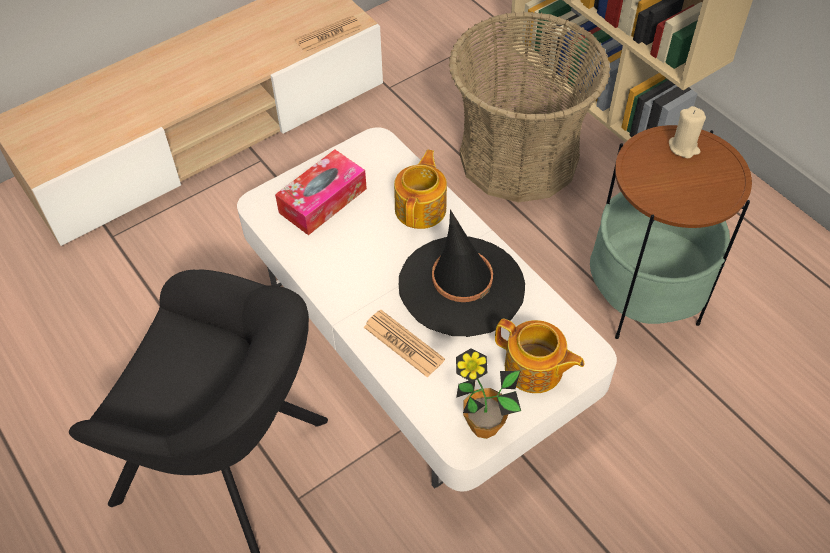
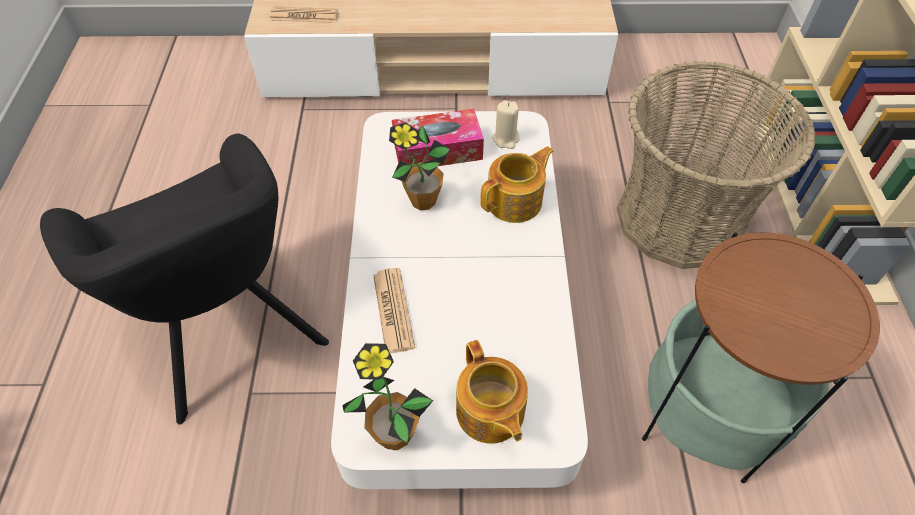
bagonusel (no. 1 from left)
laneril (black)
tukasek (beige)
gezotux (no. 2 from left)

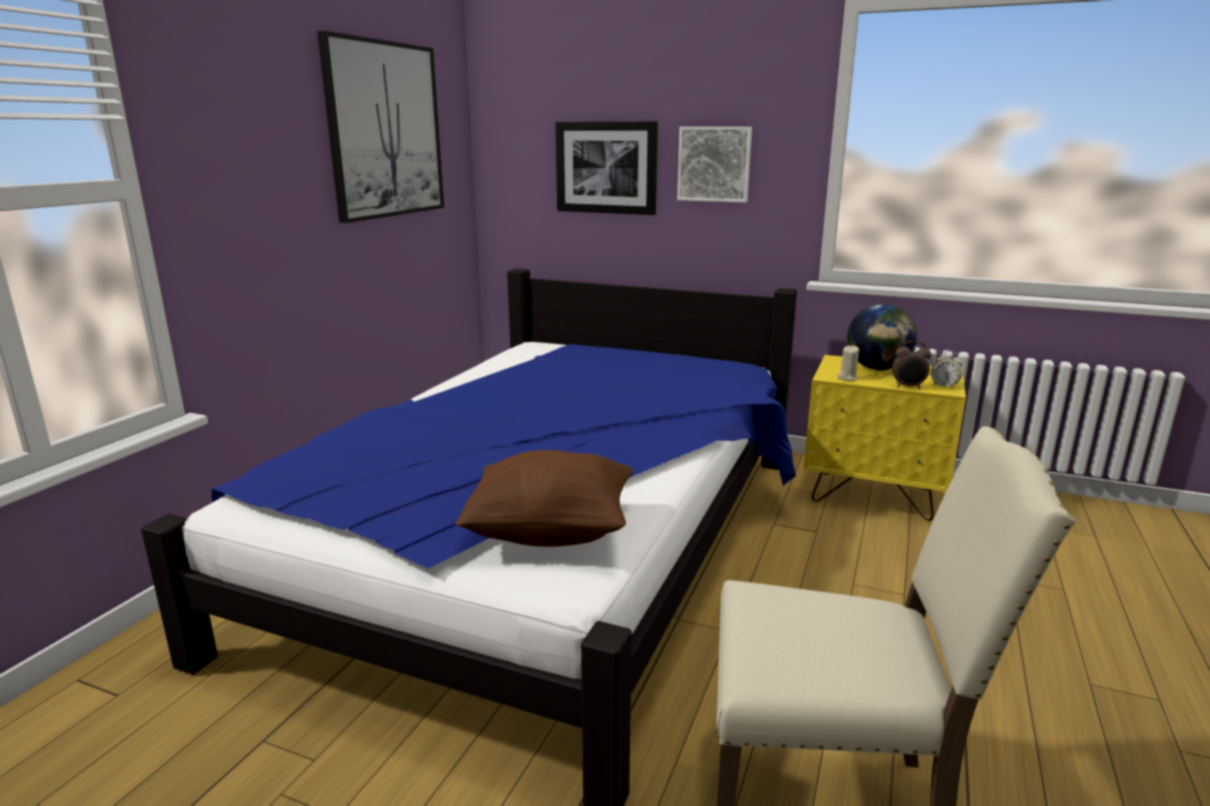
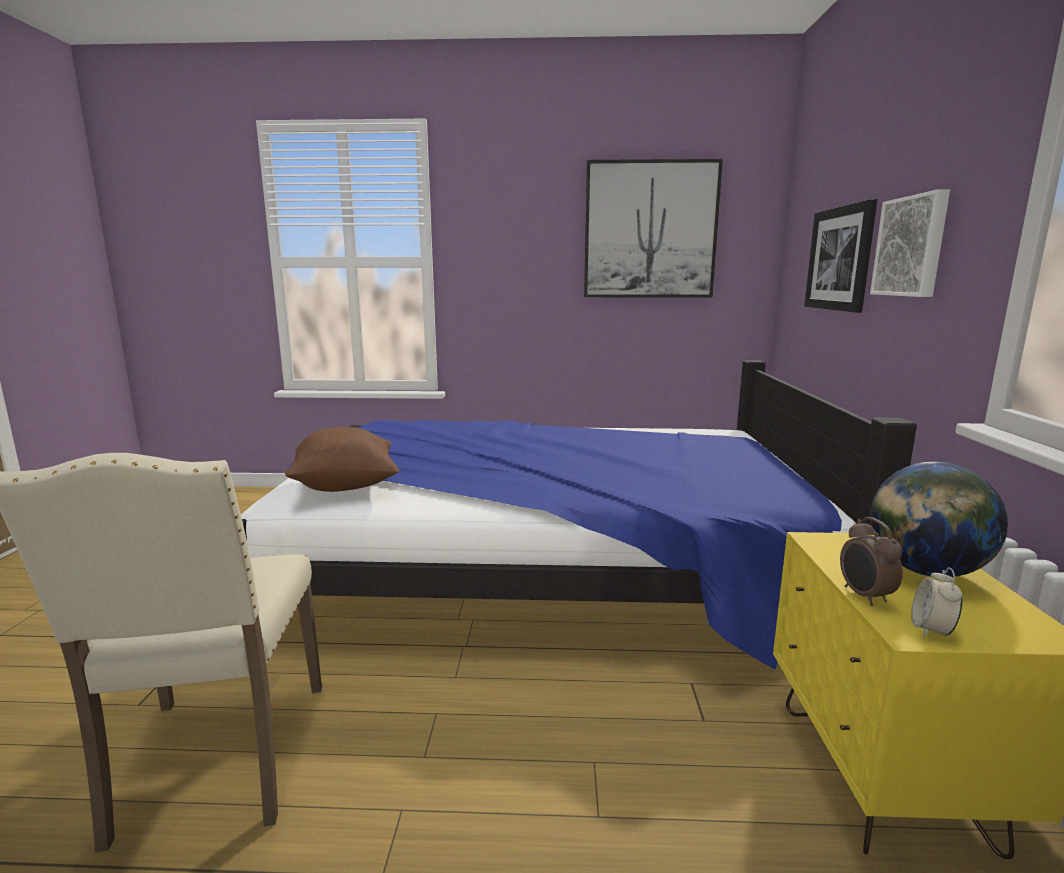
tukasek (beige)

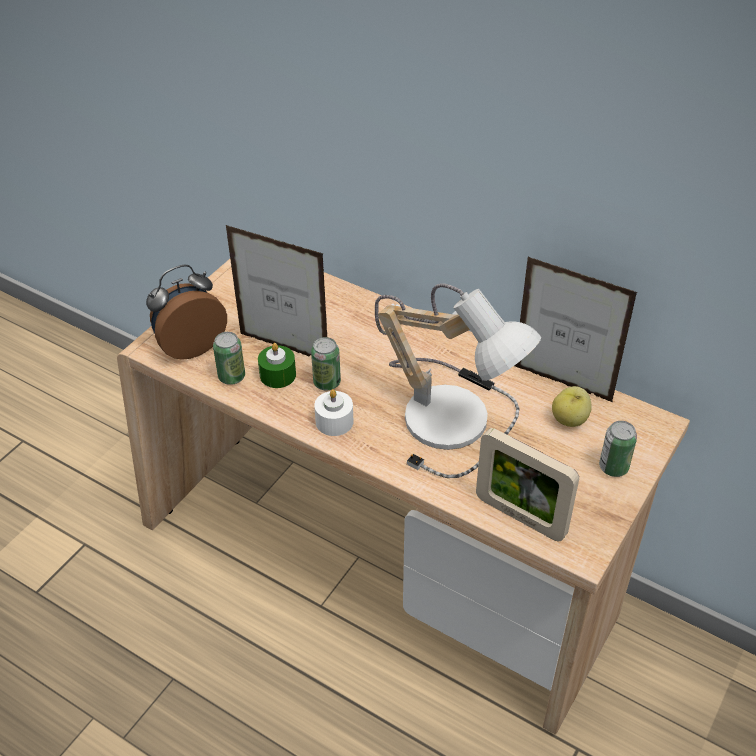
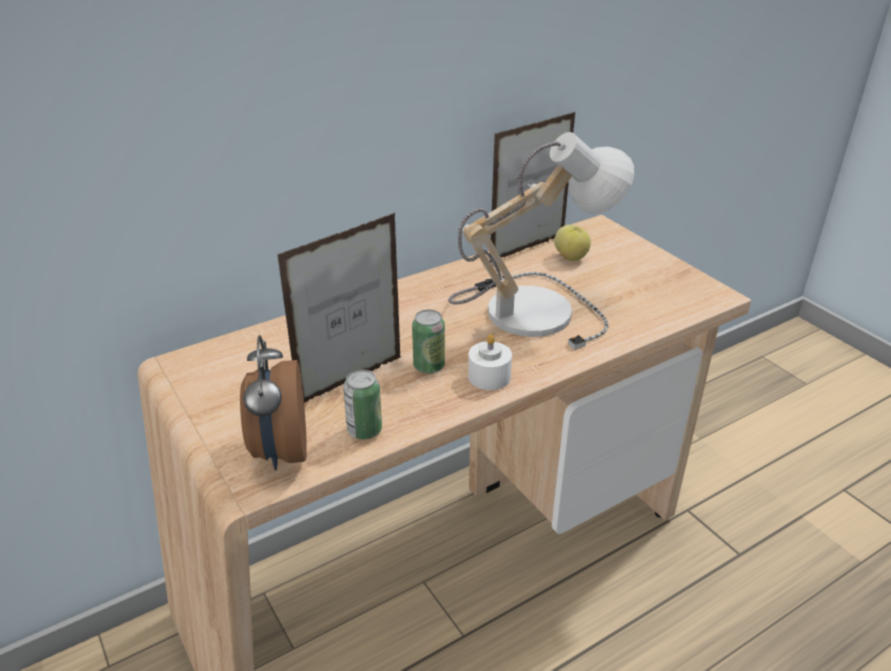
tukasek (green)
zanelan (no. 2 from left in the first image)
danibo (no. 3 from left in the first image)

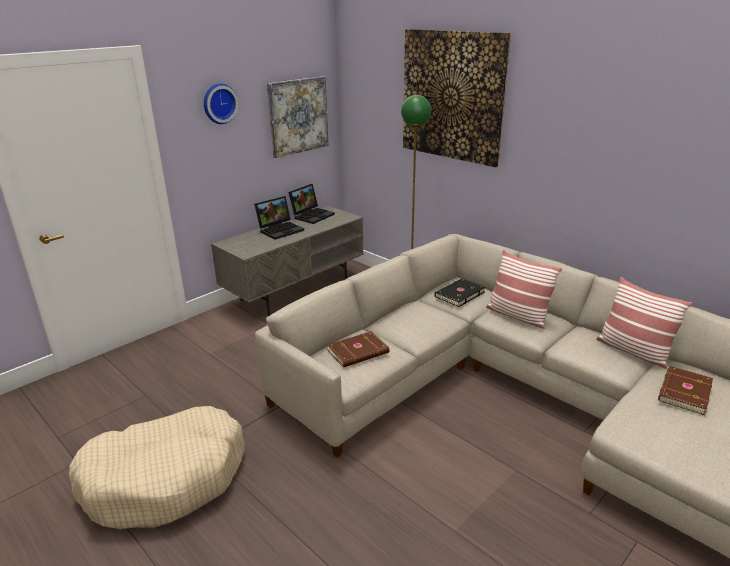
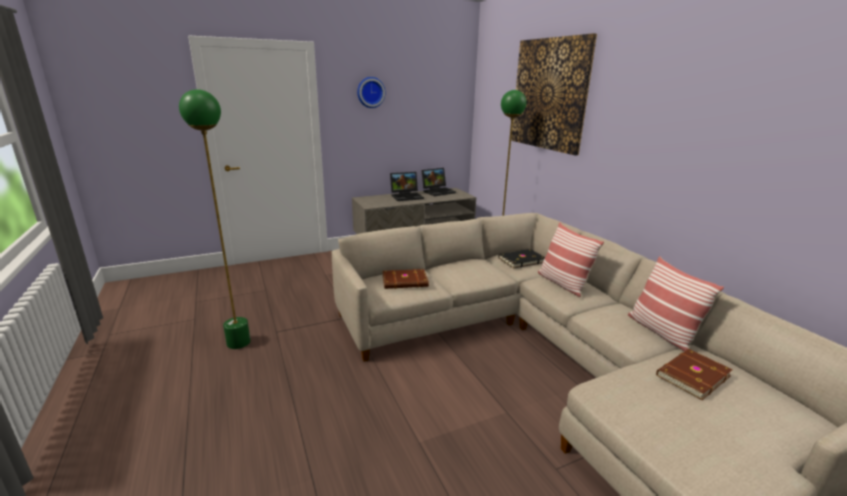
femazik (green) (no. 1 from left)
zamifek (no. 1 from left in the first image)

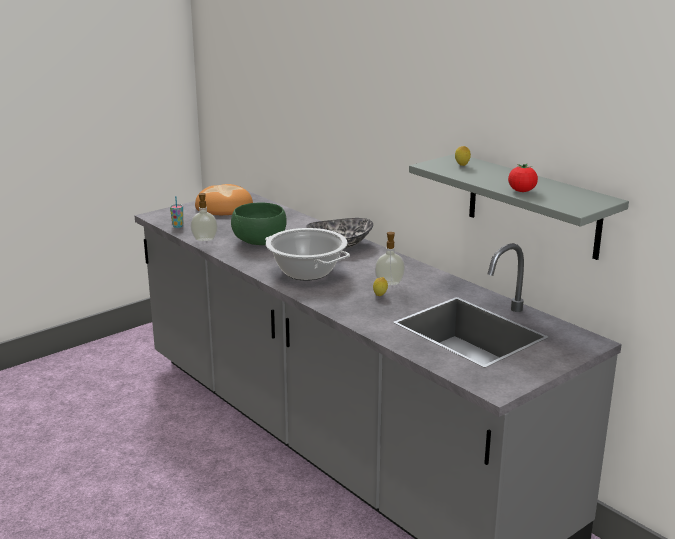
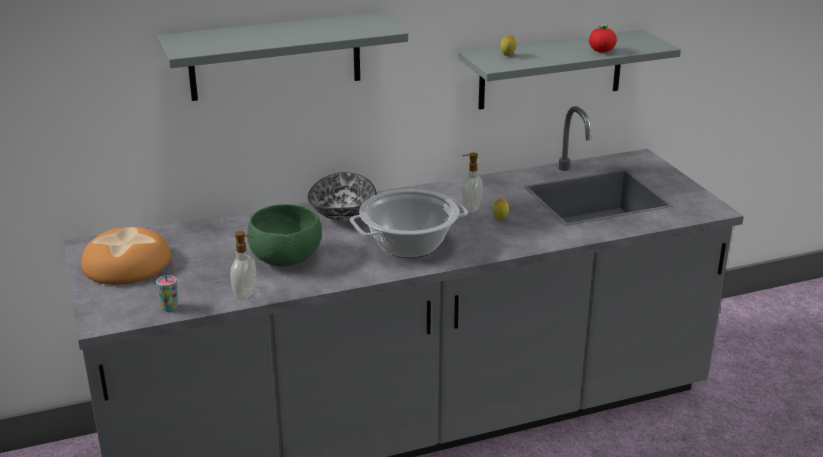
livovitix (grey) (no. 1 from left)

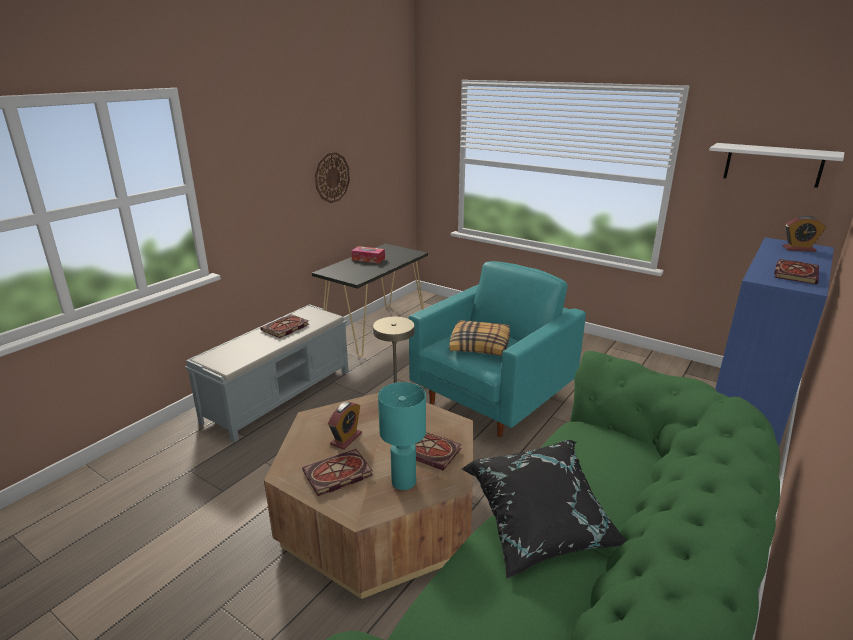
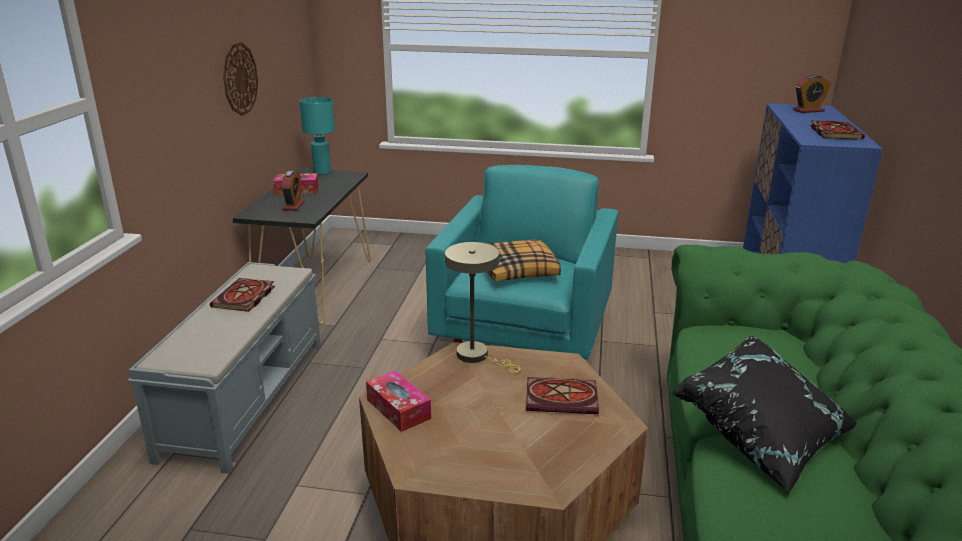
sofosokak (no. 2 from left in the first image)
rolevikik (no. 1 from left)
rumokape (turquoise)
livovitix (white)
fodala (no. 2 from left)

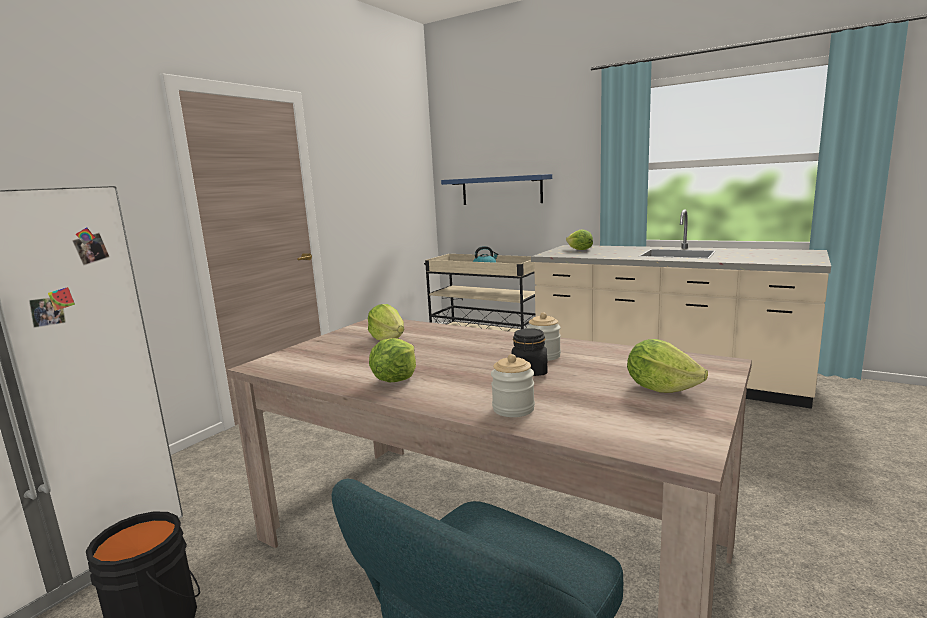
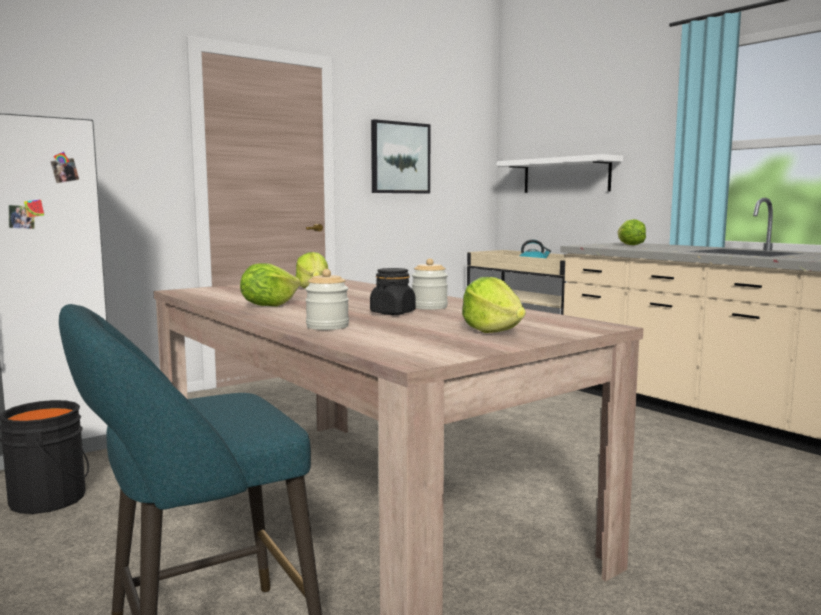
livovitix (white)
zamifek

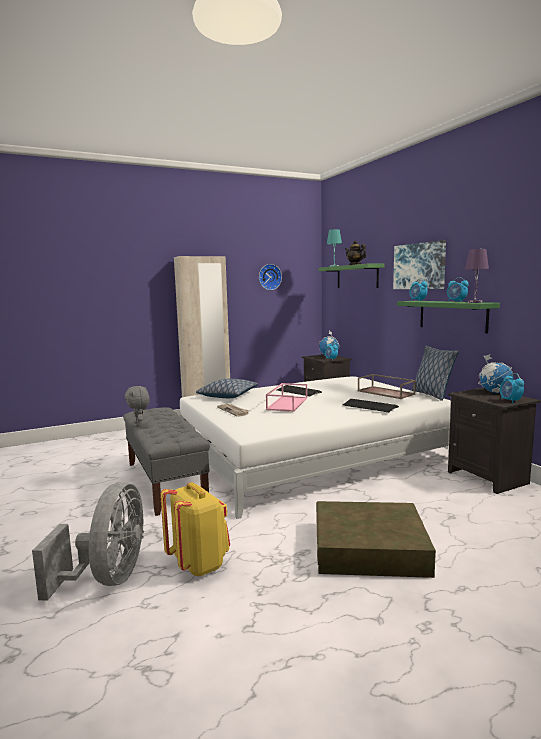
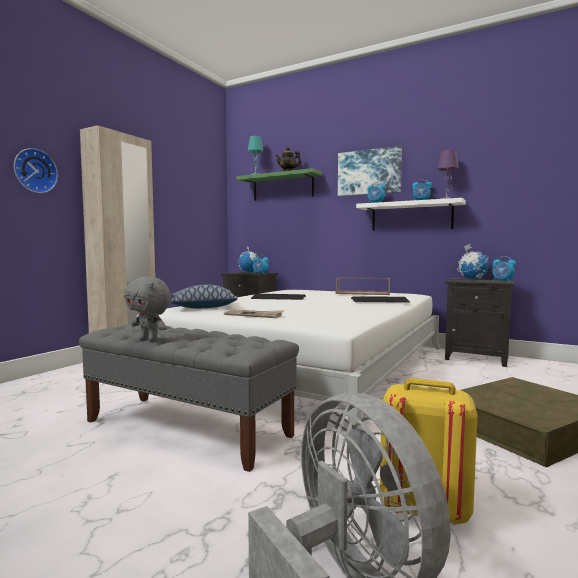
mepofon
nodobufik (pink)
livovitix (white)
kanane (no. 2 from left in the first image)

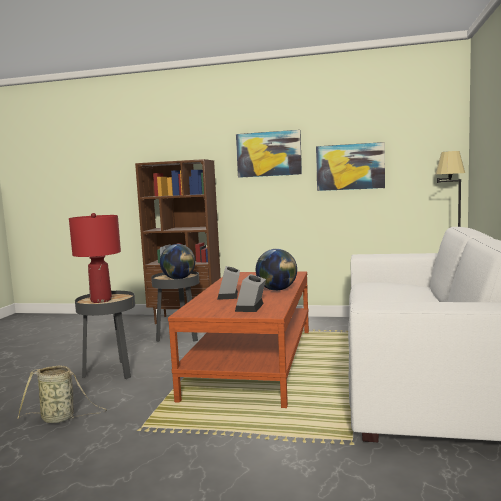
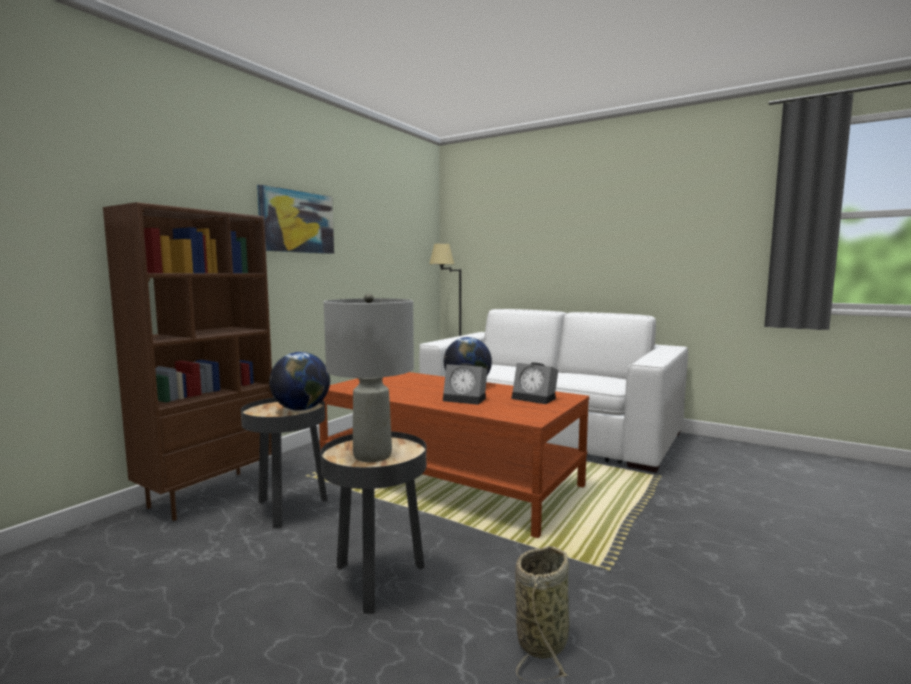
rumokape (grey)
zamifek (no. 2 from left in the first image)

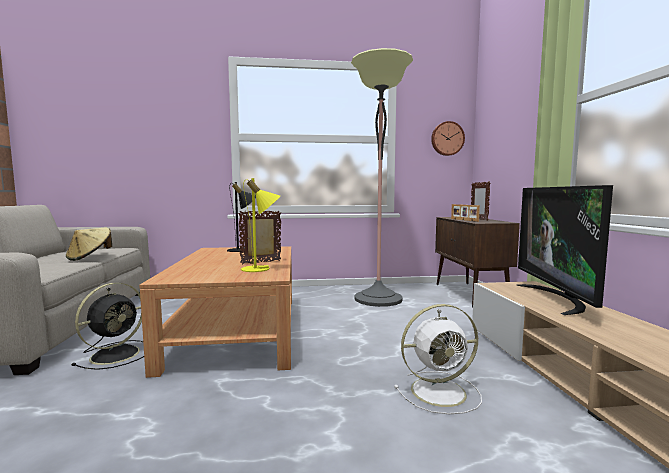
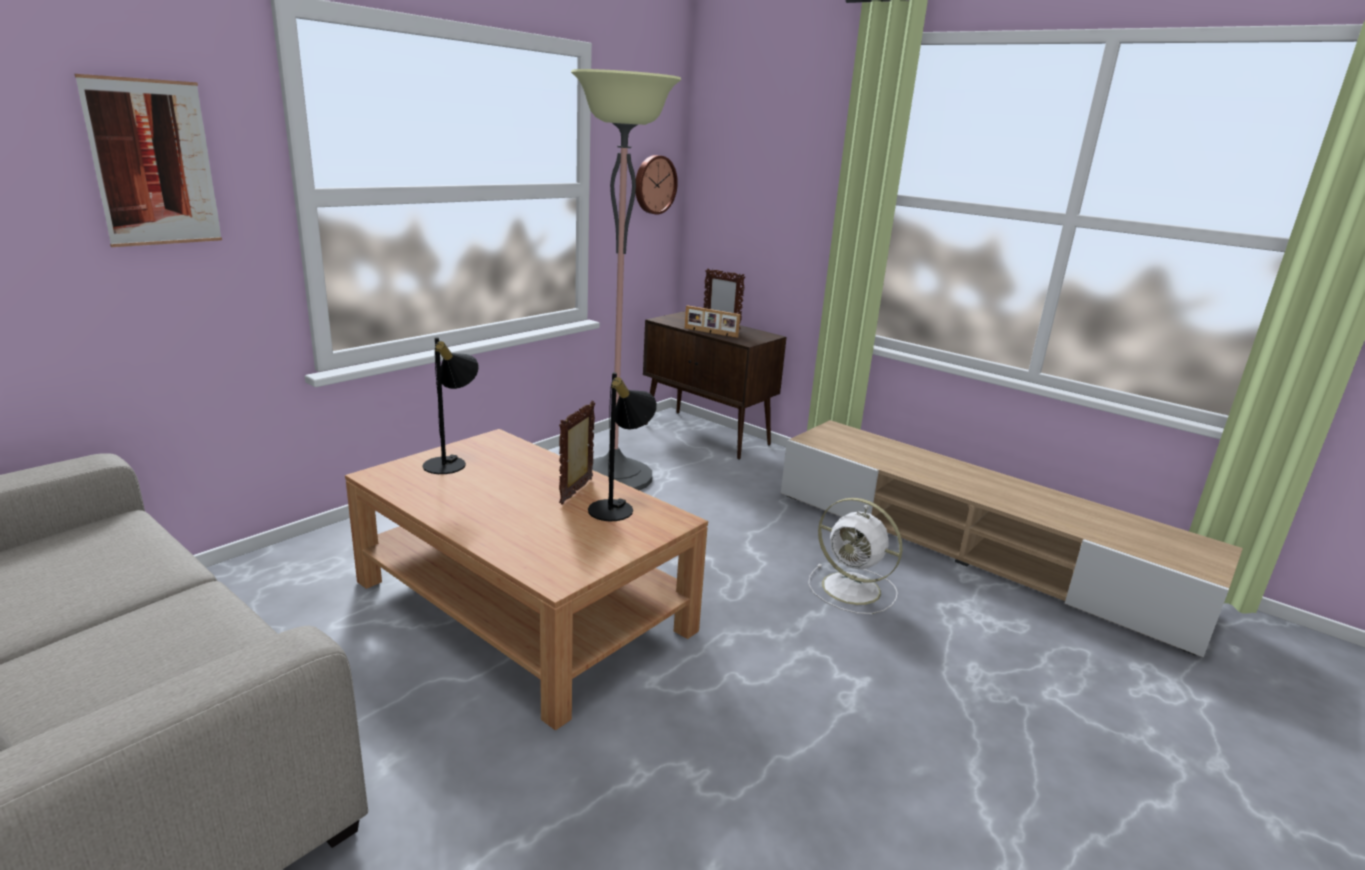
laneril (beige)
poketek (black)
rumokape (black) (no. 2 from left)
poketek (white)
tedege
zamifek

